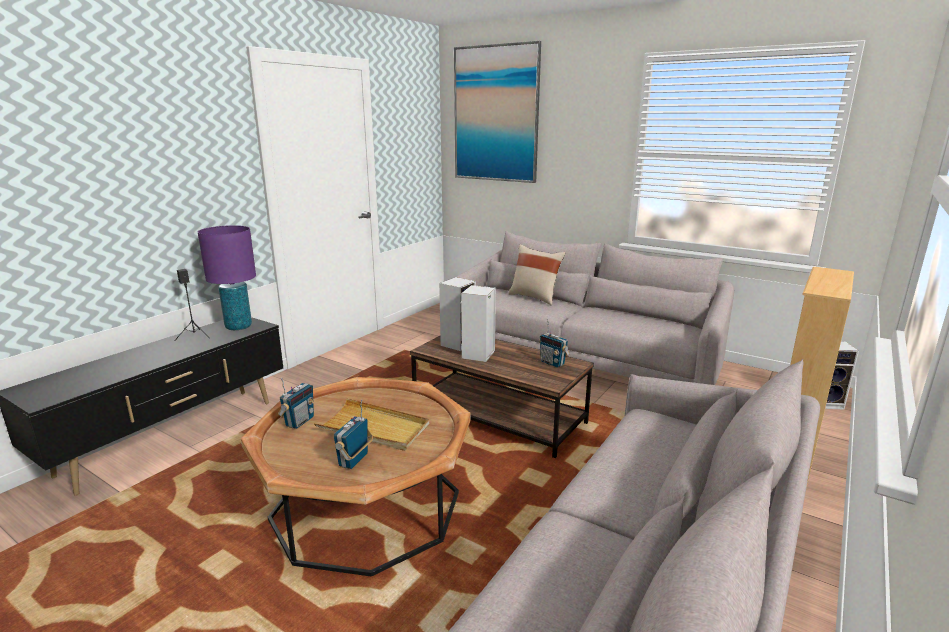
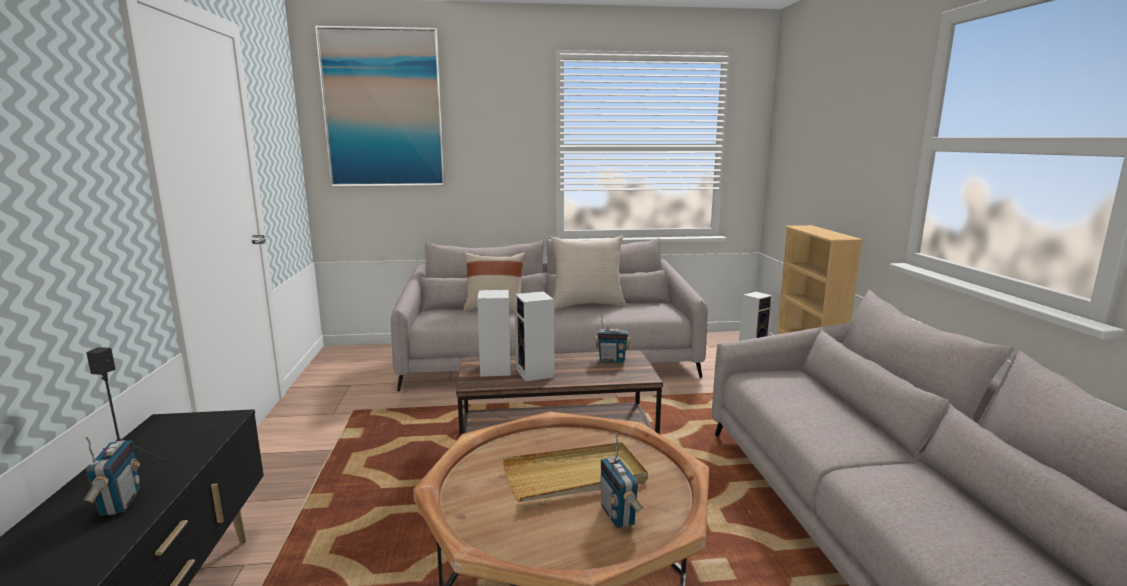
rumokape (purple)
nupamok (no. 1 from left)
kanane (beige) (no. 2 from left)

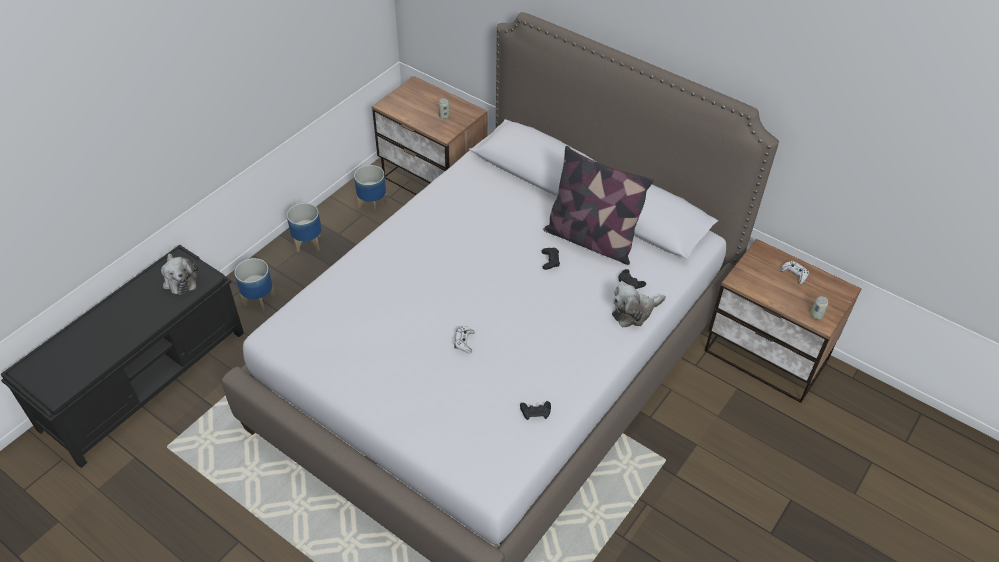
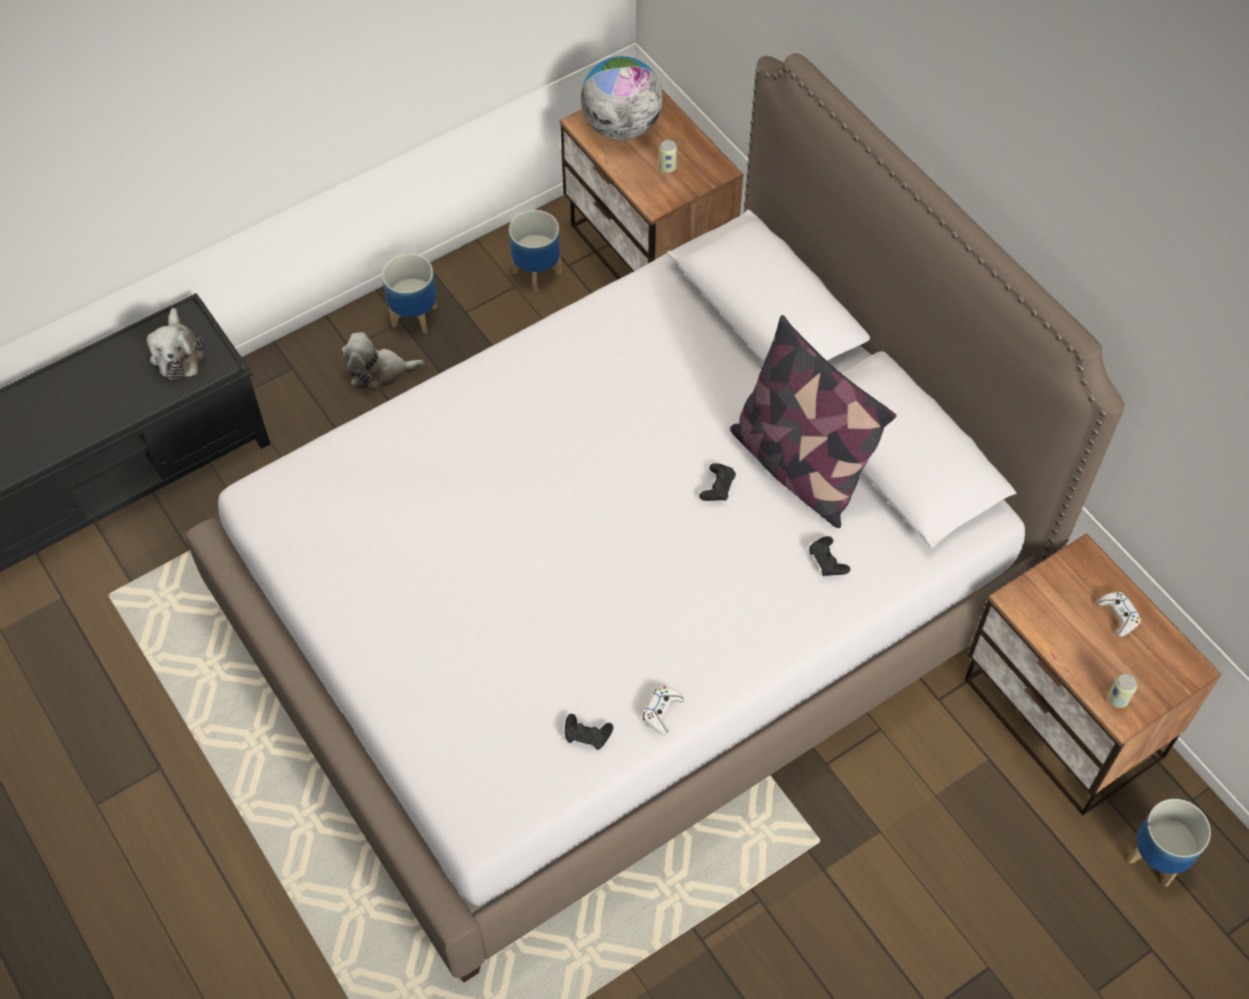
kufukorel (no. 3 from left)
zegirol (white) (no. 1 from left)
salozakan (no. 2 from left)
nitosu

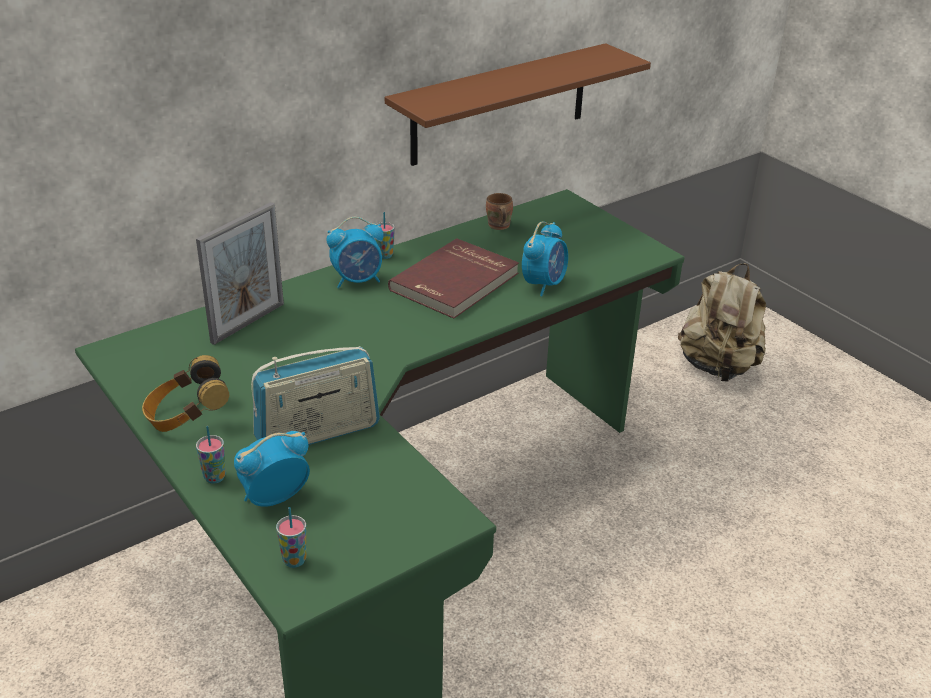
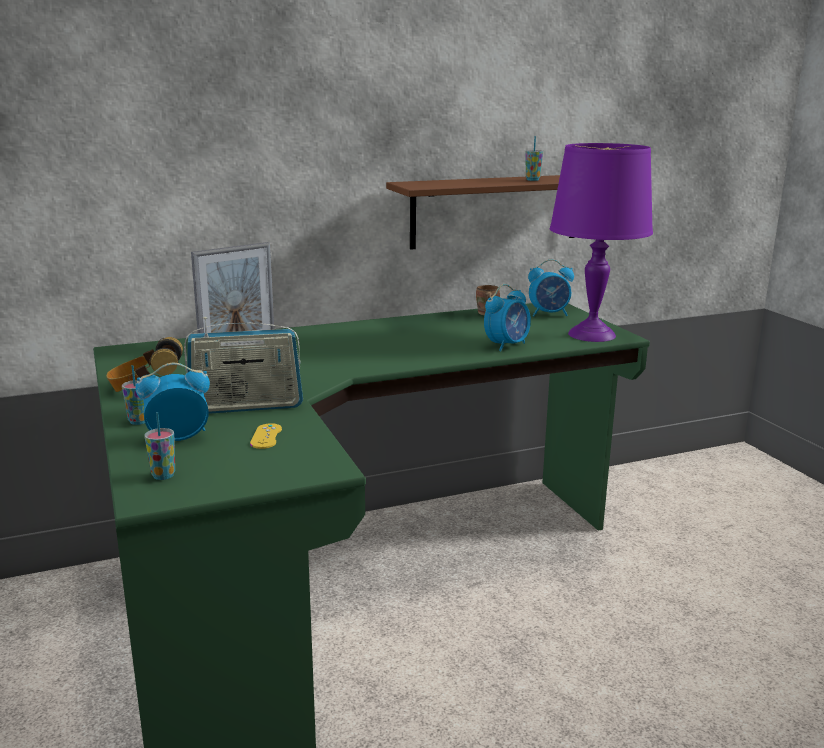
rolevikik (no. 3 from left)
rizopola (no. 3 from left)
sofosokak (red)
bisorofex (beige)
zegirol (yellow)
rumokape (purple)

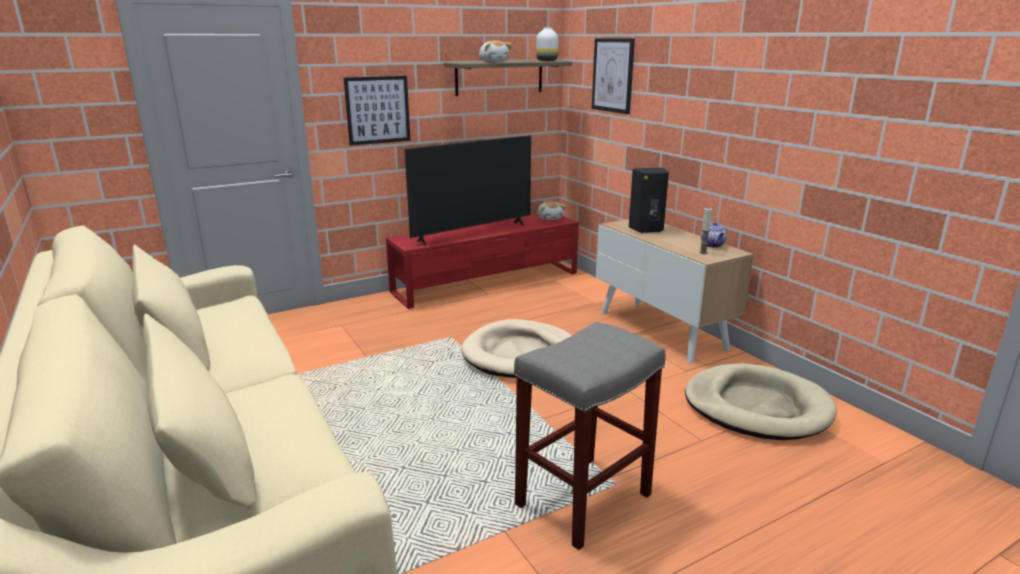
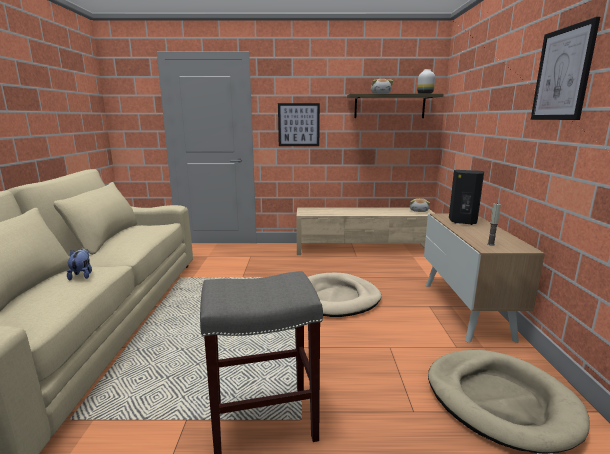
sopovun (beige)
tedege
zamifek (no. 2 from left)
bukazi
salozakan (no. 1 from left)

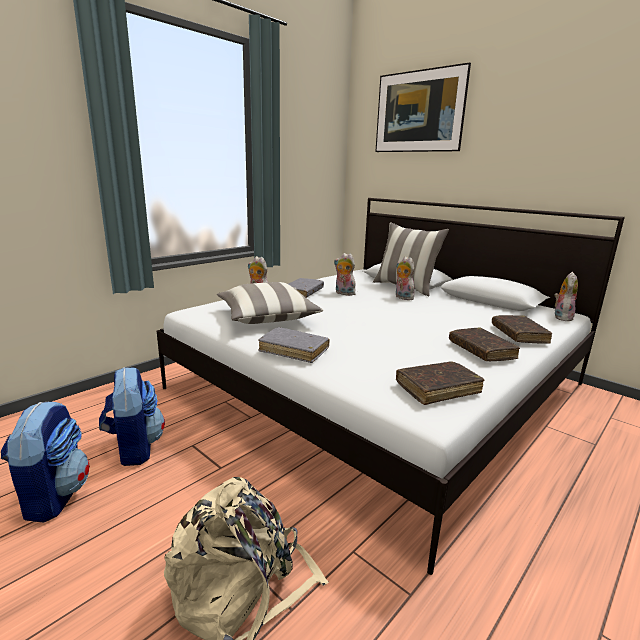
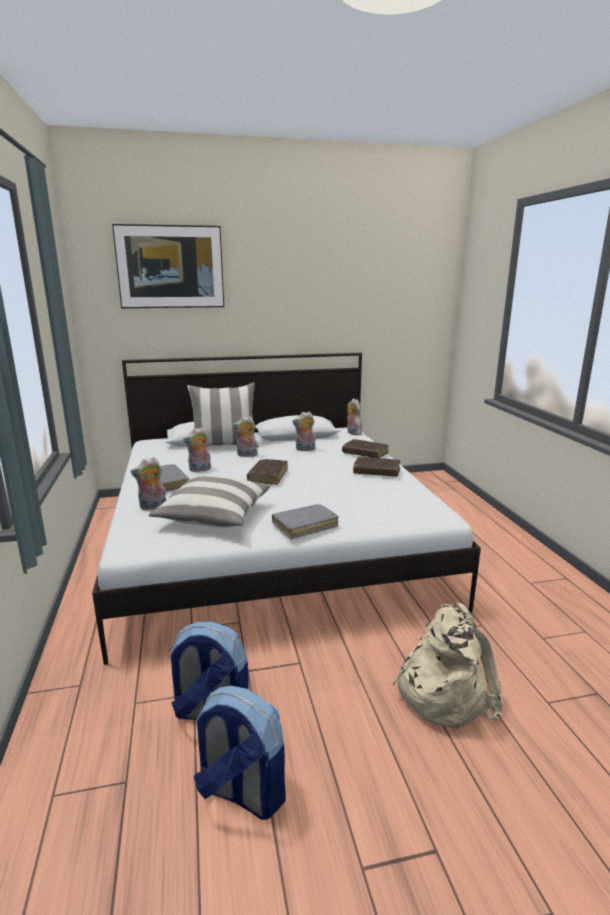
sofosokak (brown) (no. 1 from left)
salozakan (no. 4 from left)

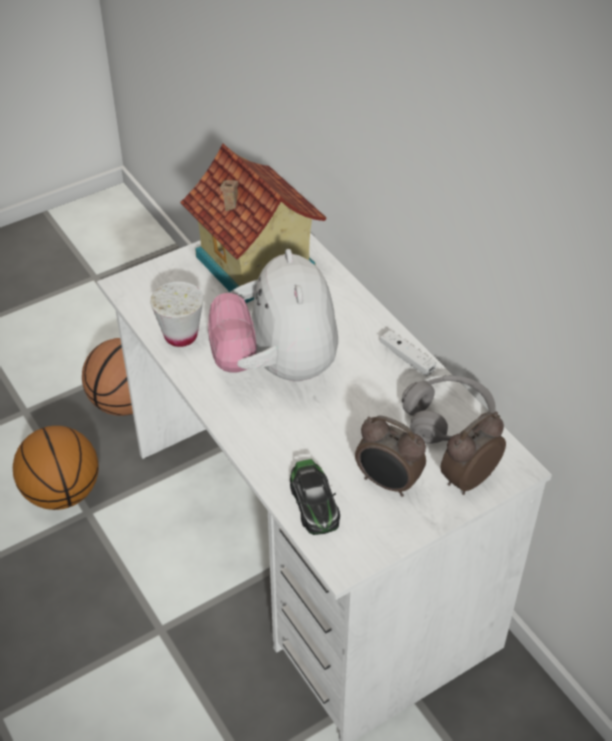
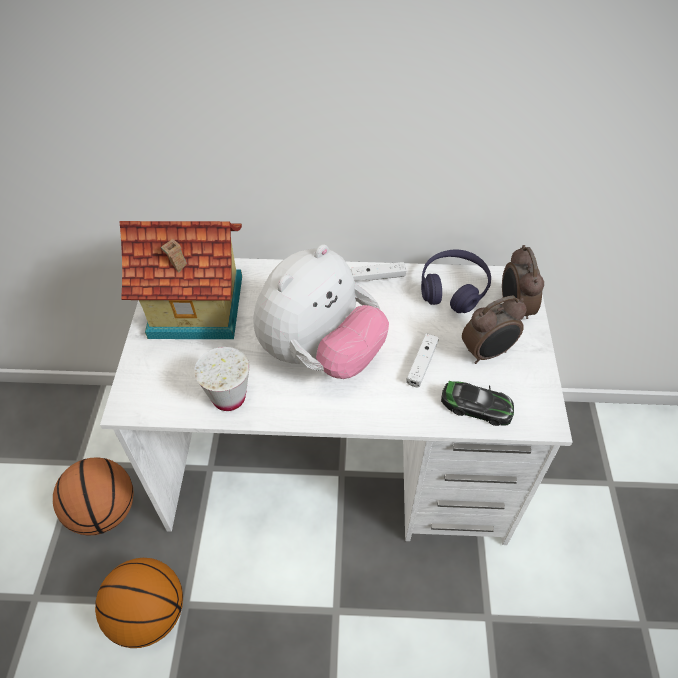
salozakan
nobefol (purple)
zegirol (white) (no. 2 from left)

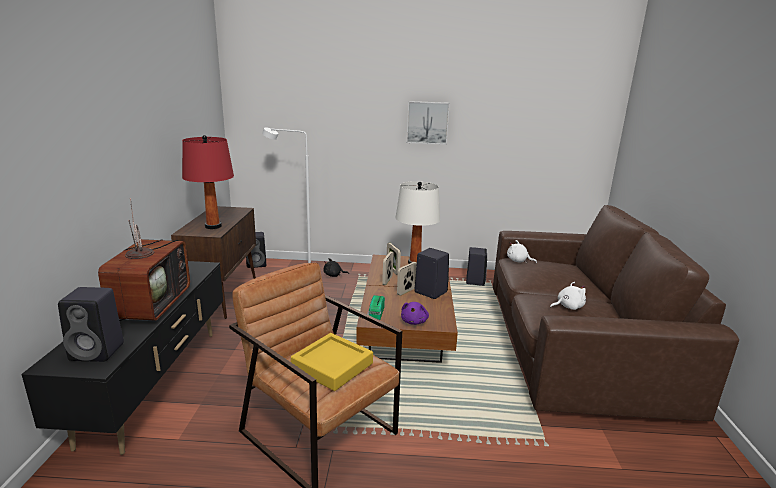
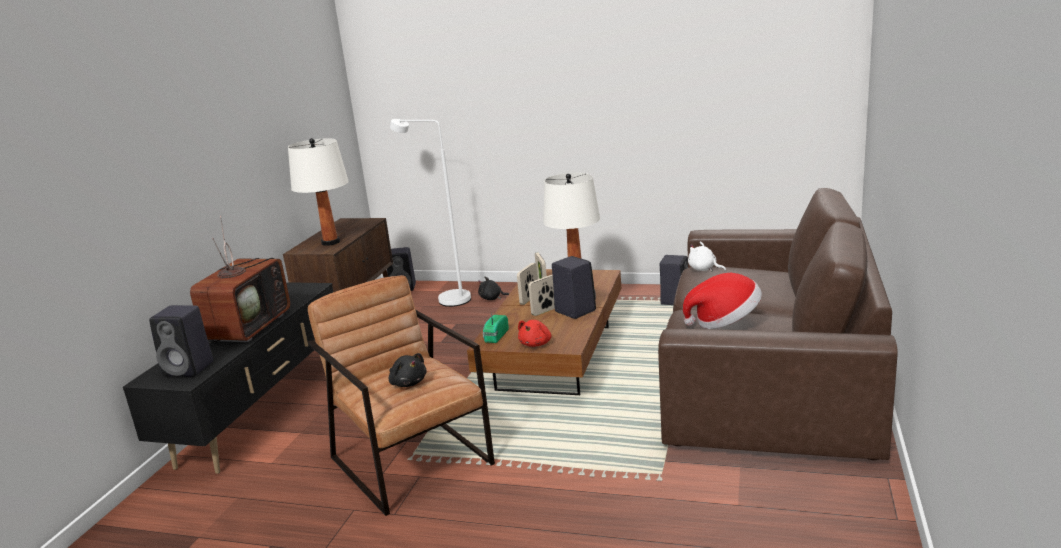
rumokape (white) (no. 1 from left)
salozakan (black) (no. 1 from left)
salozakan (red)
zamifek
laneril

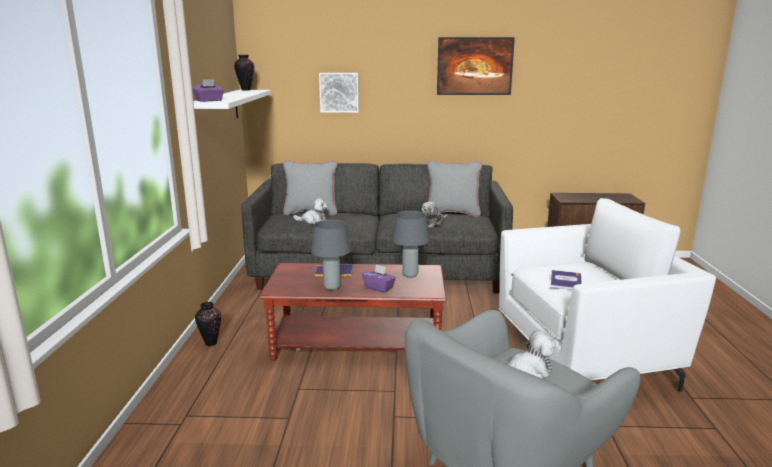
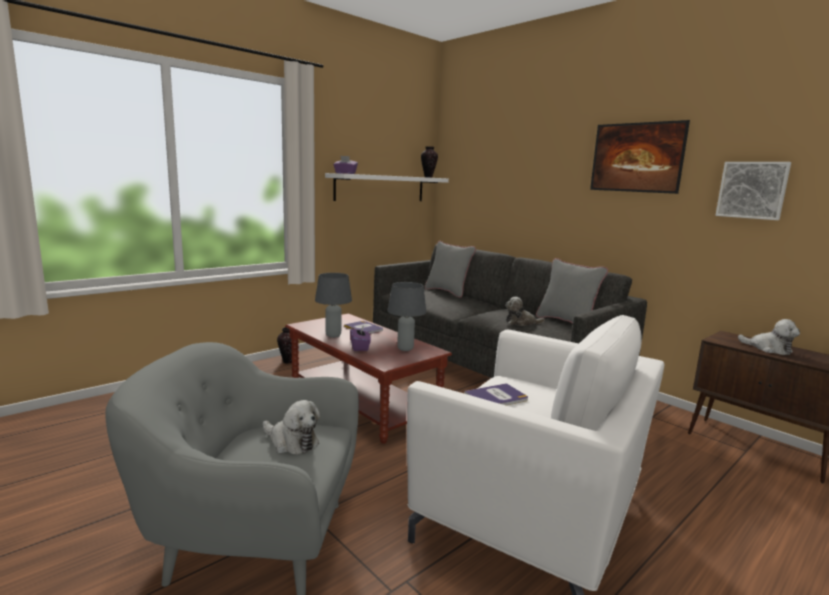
salozakan (no. 3 from left)
zamifek (no. 2 from left)

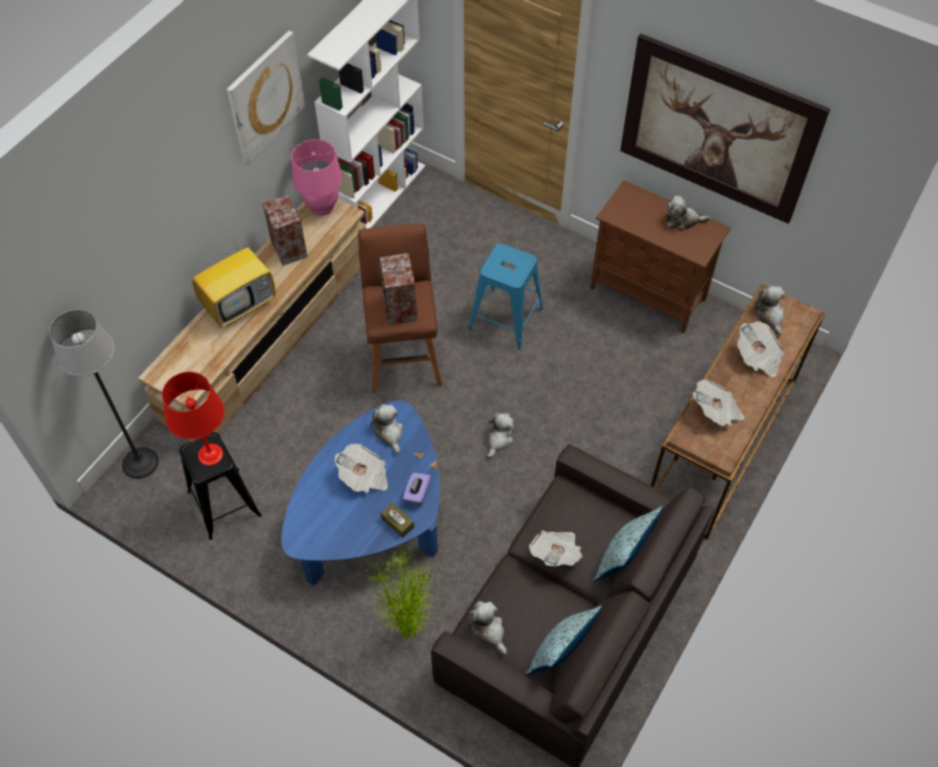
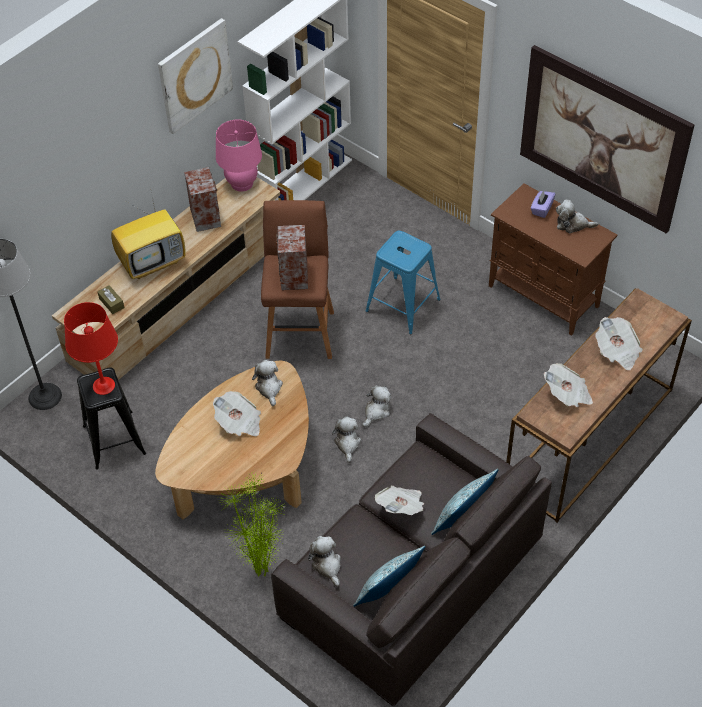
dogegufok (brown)
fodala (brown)
fodala (purple)
salozakan (no. 3 from left)

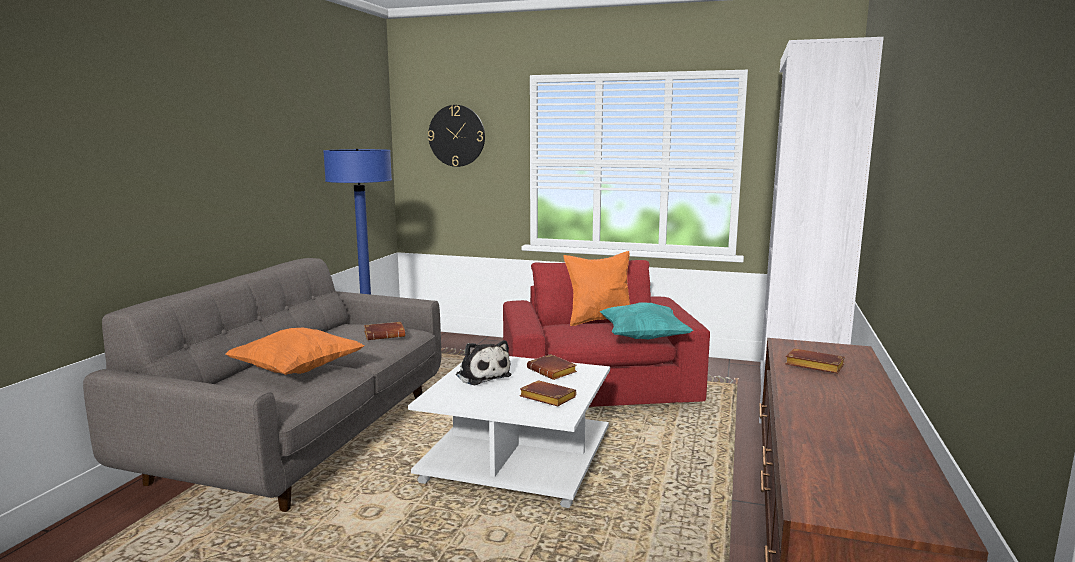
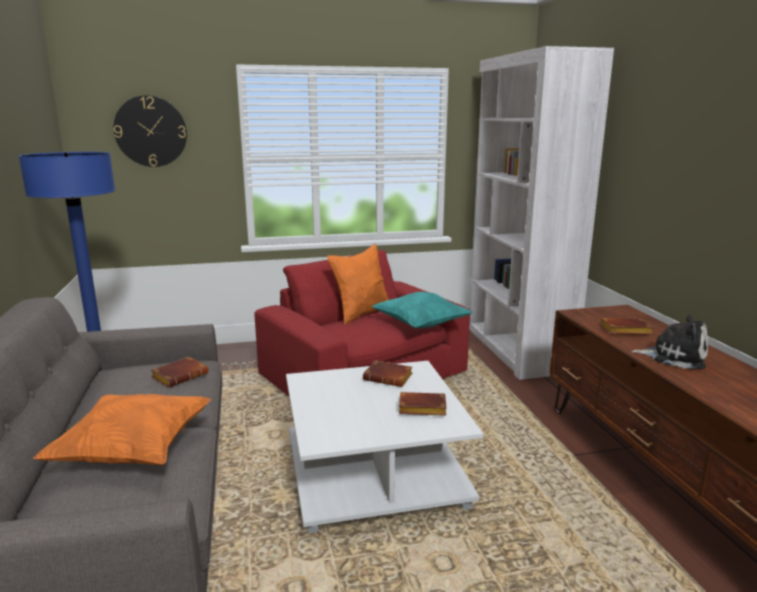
salozakan

